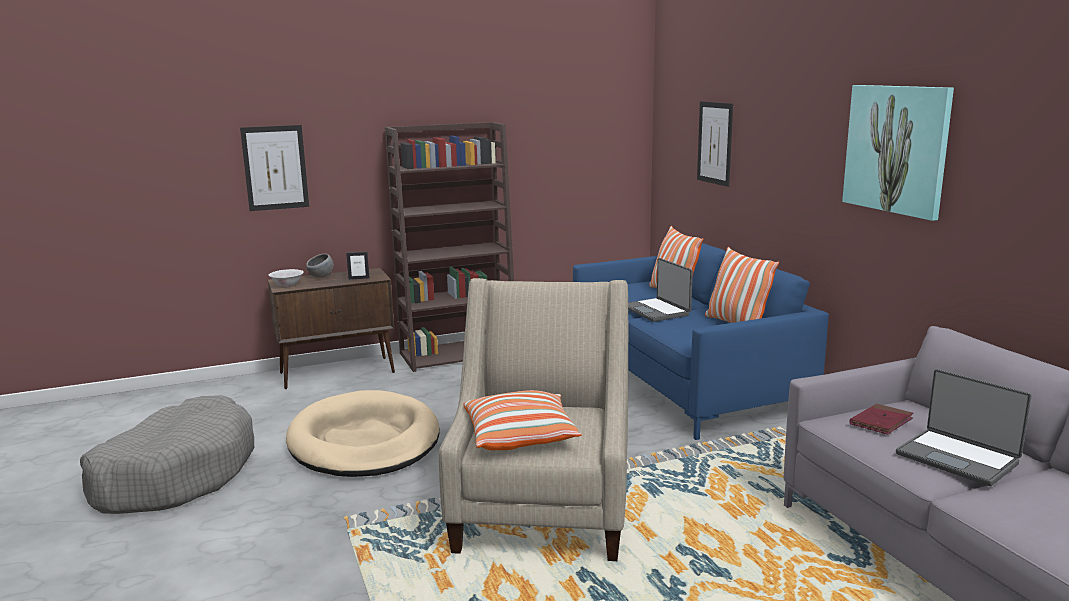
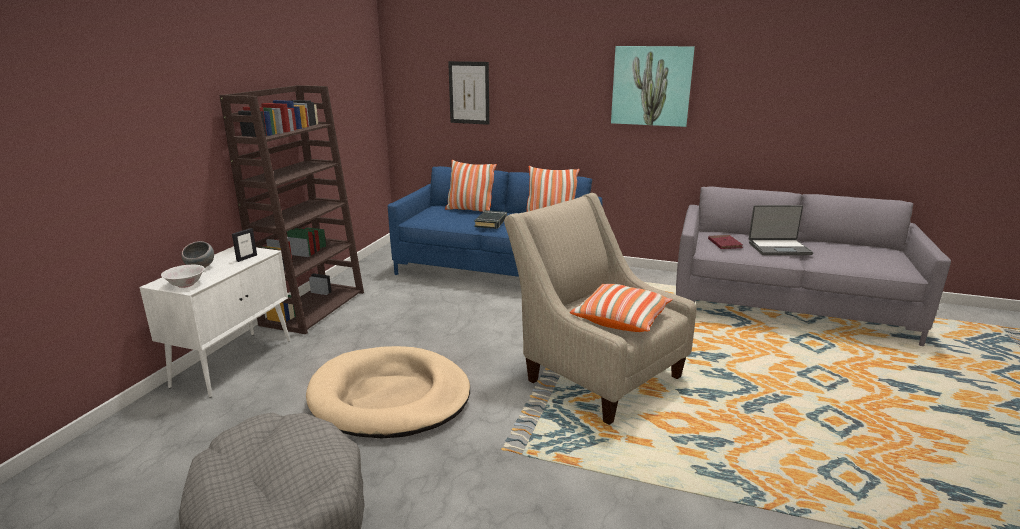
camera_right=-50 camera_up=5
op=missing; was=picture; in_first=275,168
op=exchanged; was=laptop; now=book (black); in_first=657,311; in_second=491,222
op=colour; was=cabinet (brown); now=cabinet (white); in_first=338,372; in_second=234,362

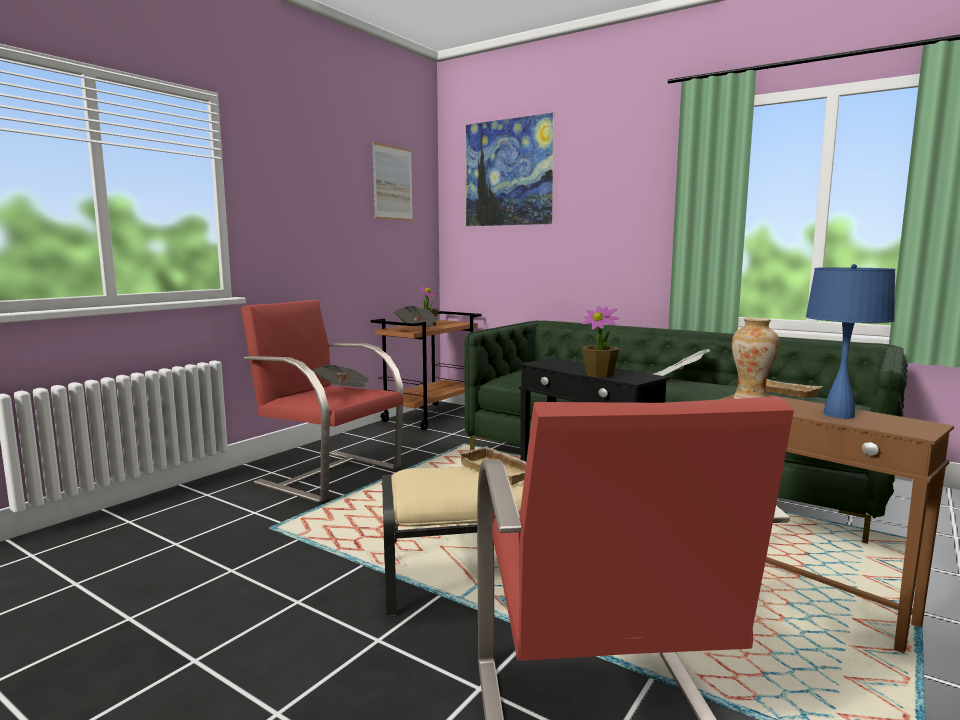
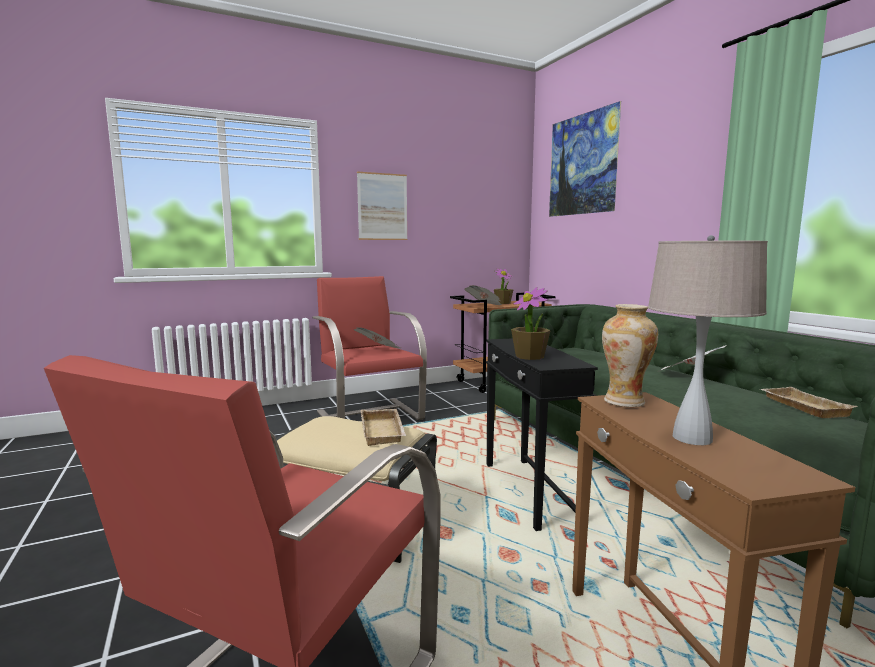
camera_right=30 camera_up=0
op=relocated; was=picture; in_first=392,183; in_second=382,207
op=colour; was=table lamp (blue); now=table lamp (beige); in_first=838,415; in_second=691,438

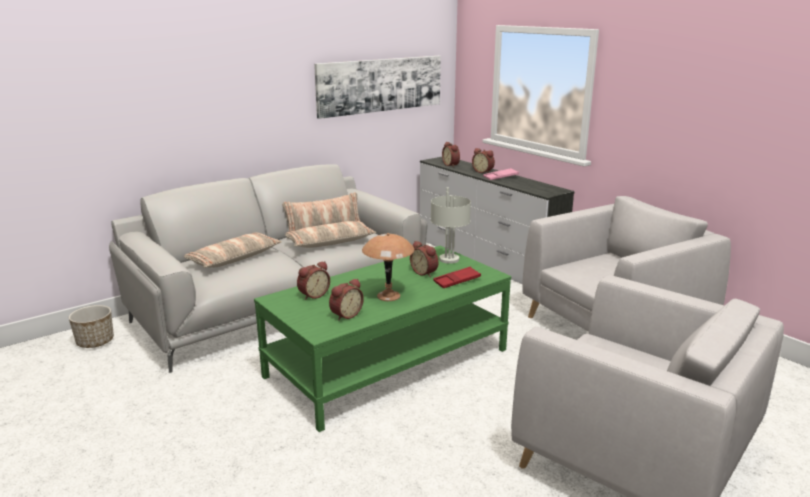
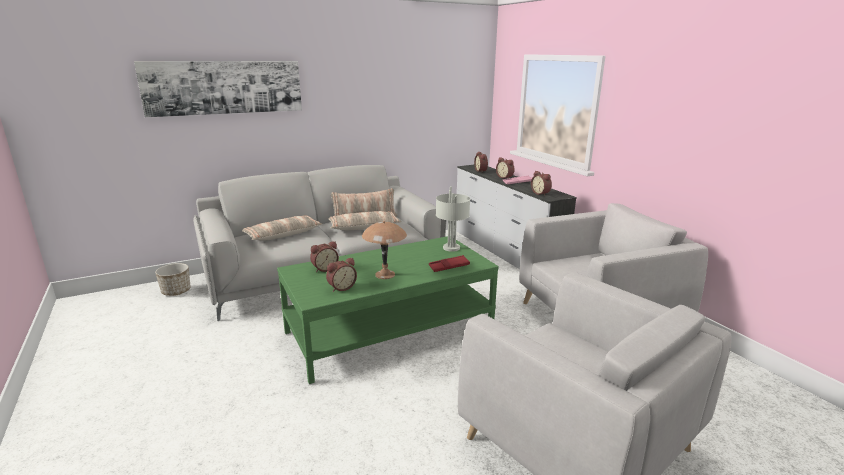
camera_right=10 camera_up=0
op=relocated; was=picture; in_first=380,85; in_second=224,87
op=relocated; was=alarm clock; in_first=425,272; in_second=541,193

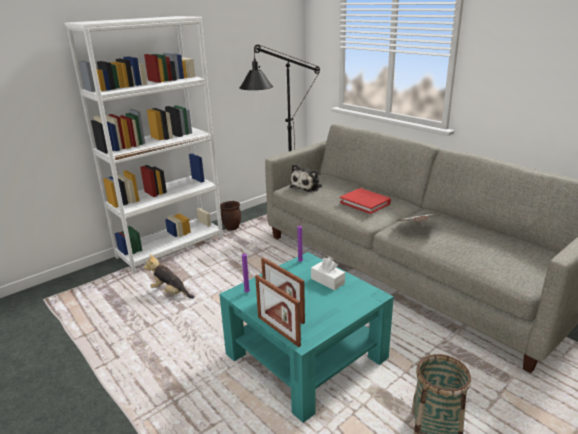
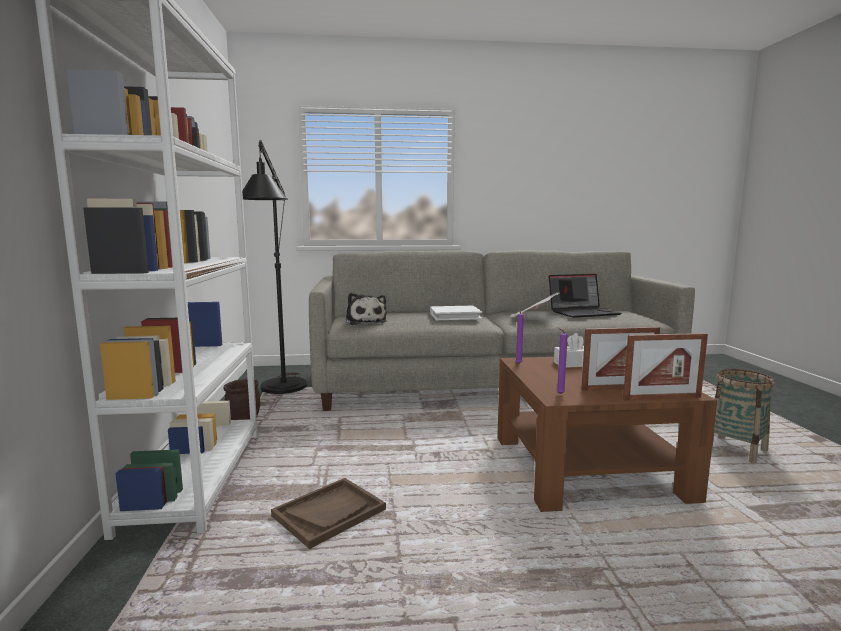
camera_right=-55 camera_up=-15
op=colour; was=book (red); now=book (white); in_first=365,203; in_second=455,316
op=colour; was=coffee table (turquoise); now=coffee table (brown); in_first=306,356; in_second=587,467
op=exchanged; was=plush toy; now=tray (brown); in_first=170,292; in_second=329,513
op=appeared; now=laptop; in_second=583,312

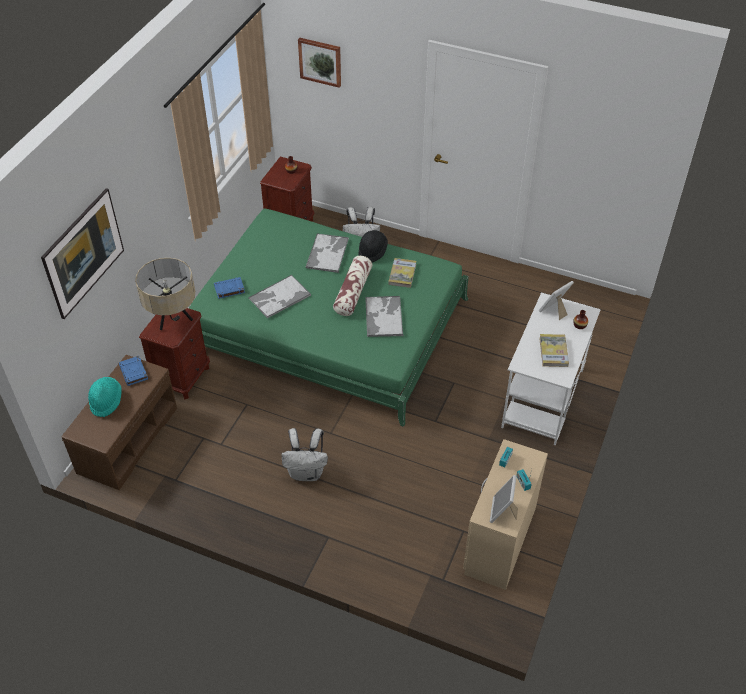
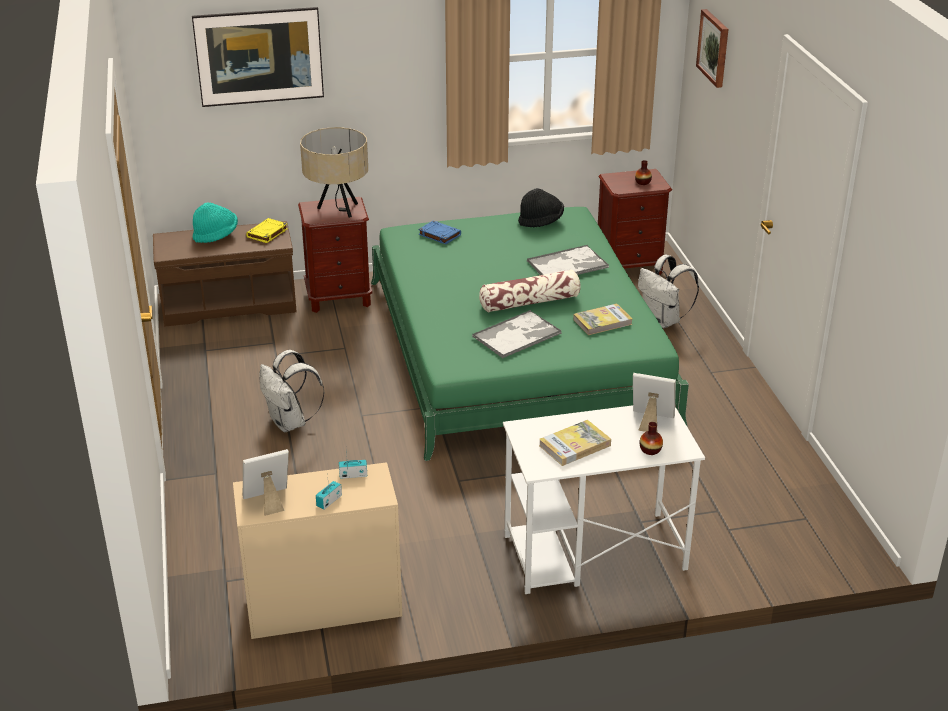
camera_right=55 camera_up=-15
op=relocated; was=hat (black); in_first=372,252; in_second=541,221
op=missing; was=tray; in_first=279,297
op=colour; was=book (blue); now=book (yellow); in_first=134,372; in_second=267,233

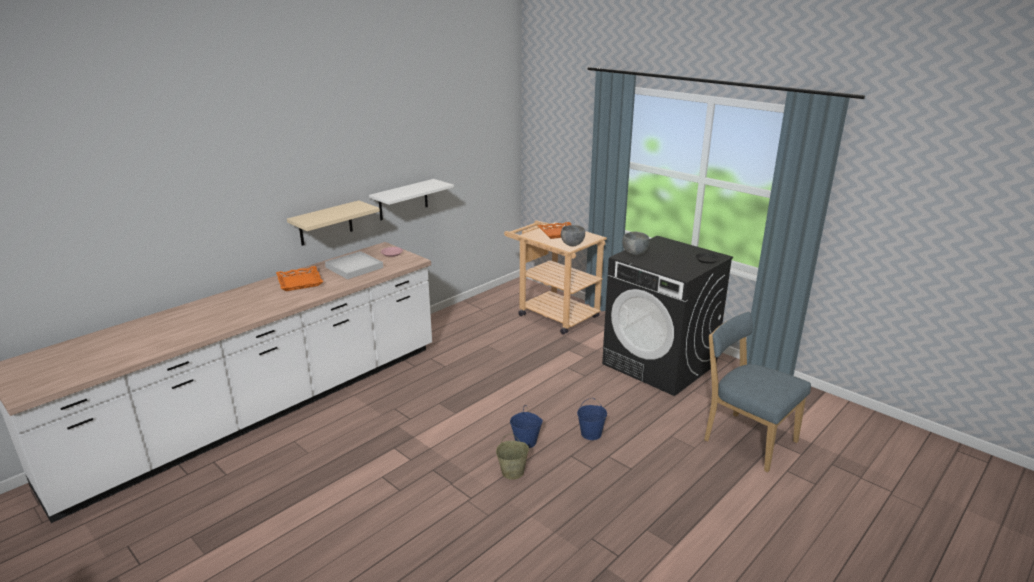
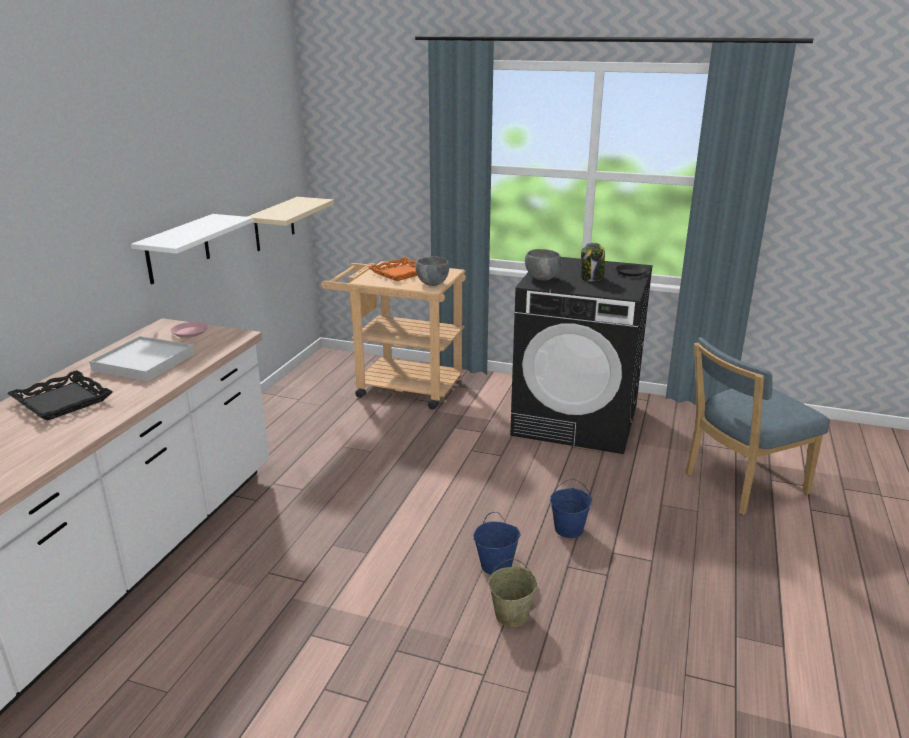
camera_right=-25 camera_up=0
op=relocated; was=shelf (beige); in_first=325,223; in_second=274,224
op=colour; was=tray (orange); now=tray (black); in_first=299,282; in_second=61,401
op=spun; was=chair (blue); in_first=746,439; in_second=740,485; clockwise=-45
op=appeared; now=jar; in_second=592,278

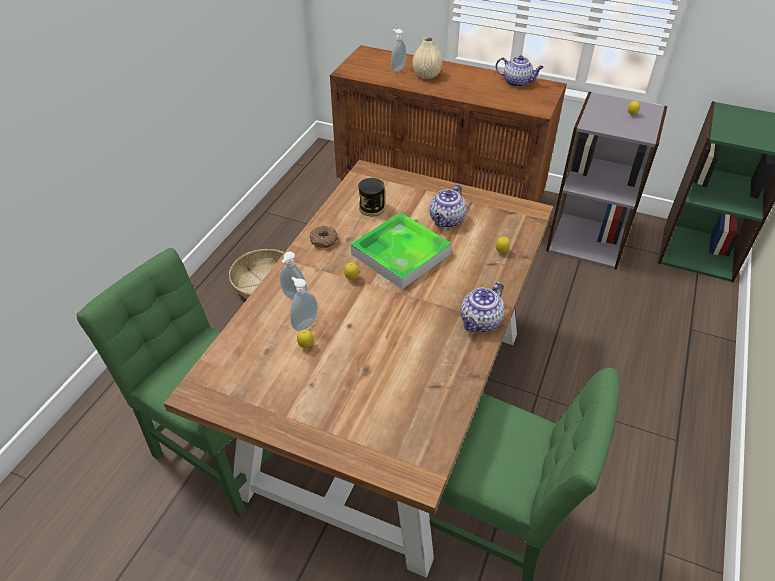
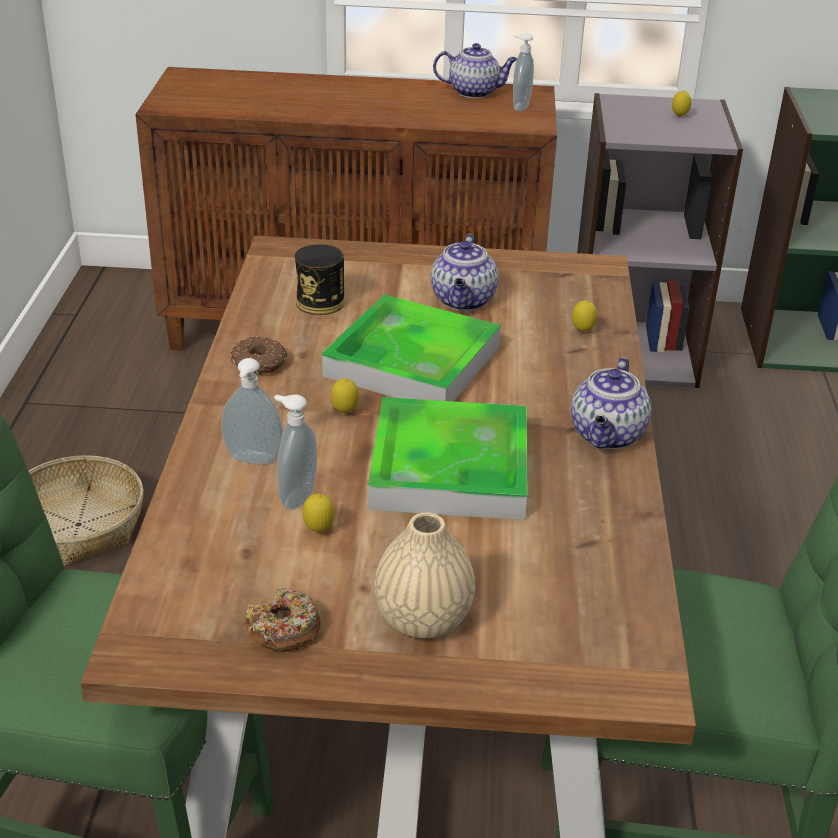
camera_right=-20 camera_up=-10
op=relocated; was=soap dispenser; in_first=397,68; in_second=519,107
op=relocated; was=vase (beige); in_first=426,75; in_second=423,619
op=appeared; now=tray; in_second=449,467
op=appeared; now=donut; in_second=283,630

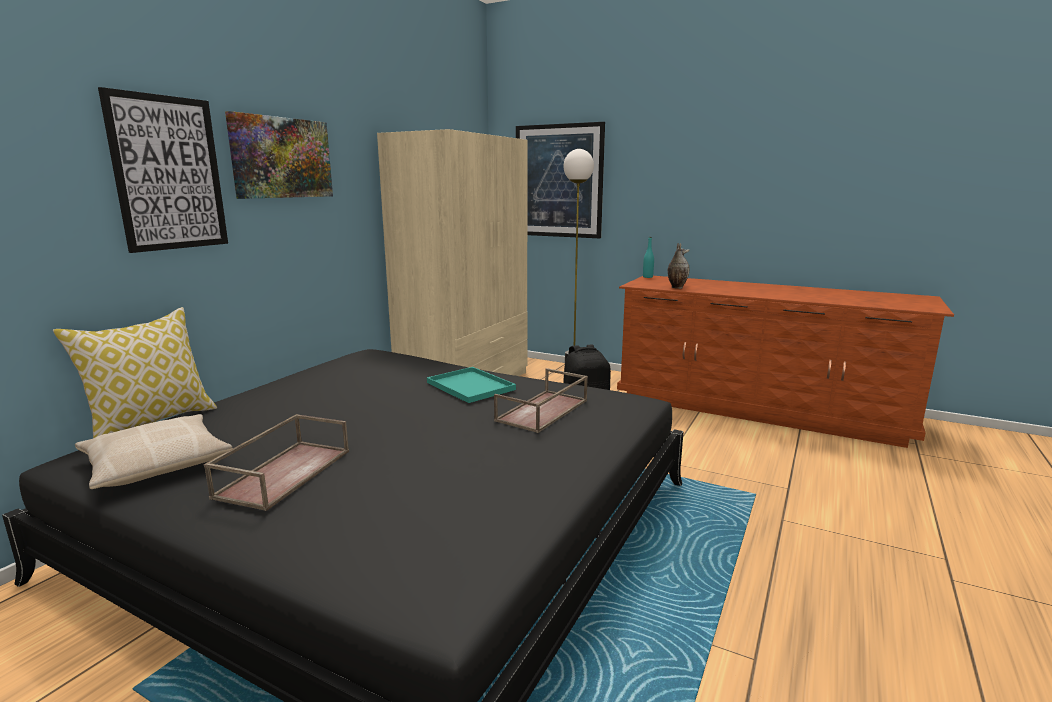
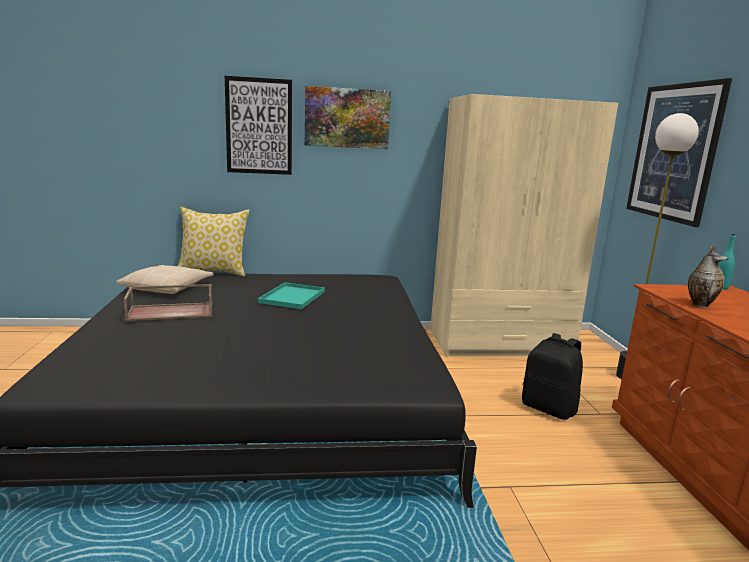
camera_right=55 camera_up=0
op=relocated; was=tray (turquoise); in_first=472,386; in_second=292,297
op=missing; was=tray (brown); in_first=543,411

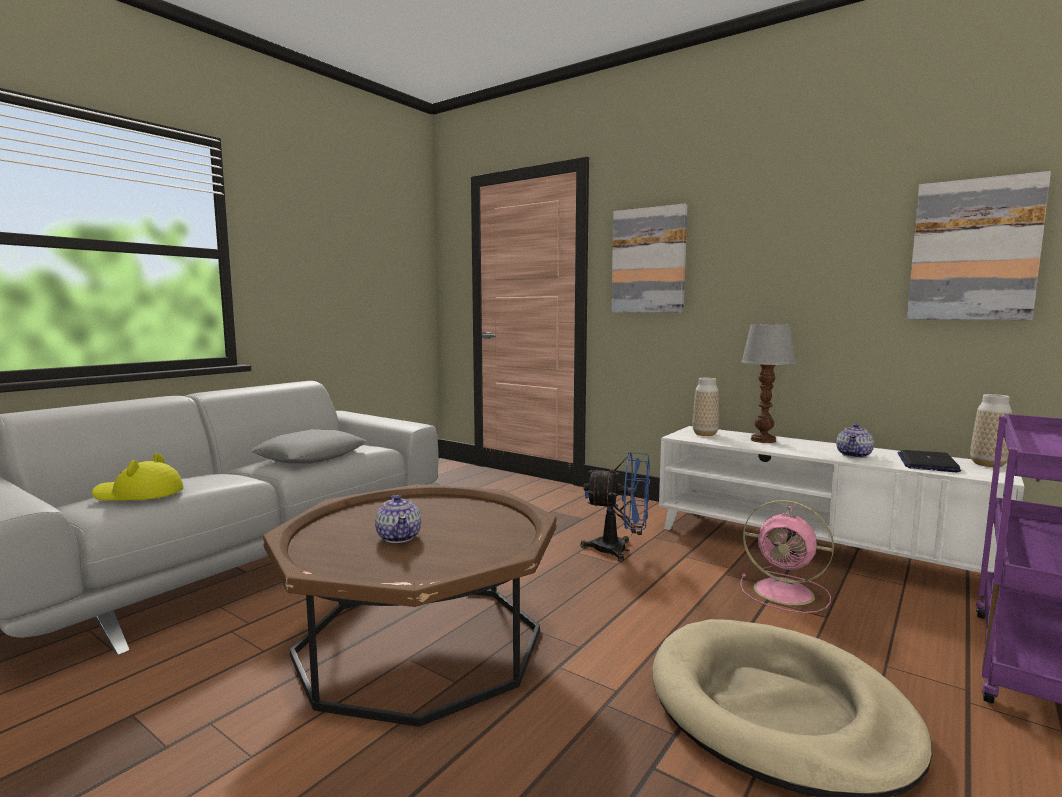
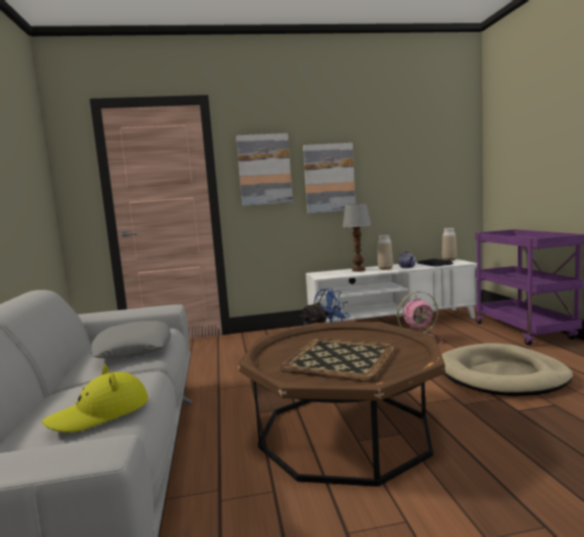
camera_right=-45 camera_up=0
op=relocated; was=picture; in_first=973,250; in_second=329,178
op=relocated; was=vase; in_first=705,434; in_second=385,269
op=exchanged; was=teapot; now=tray; in_first=399,537; in_second=339,358

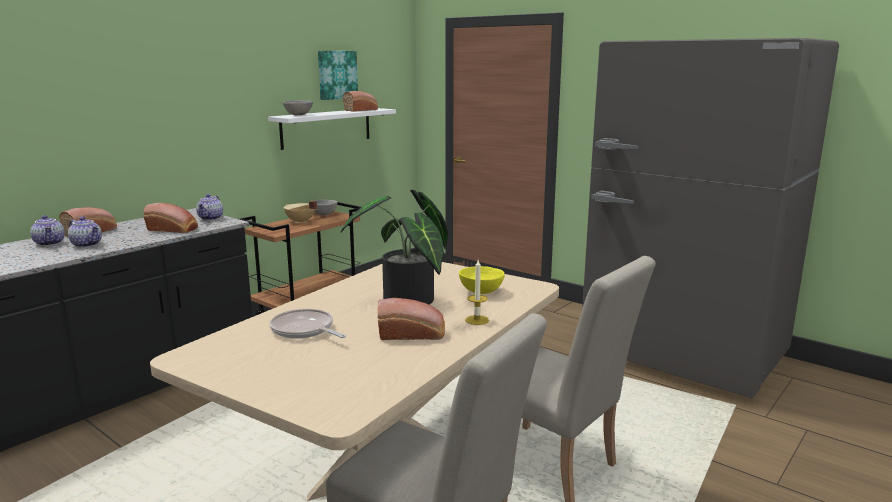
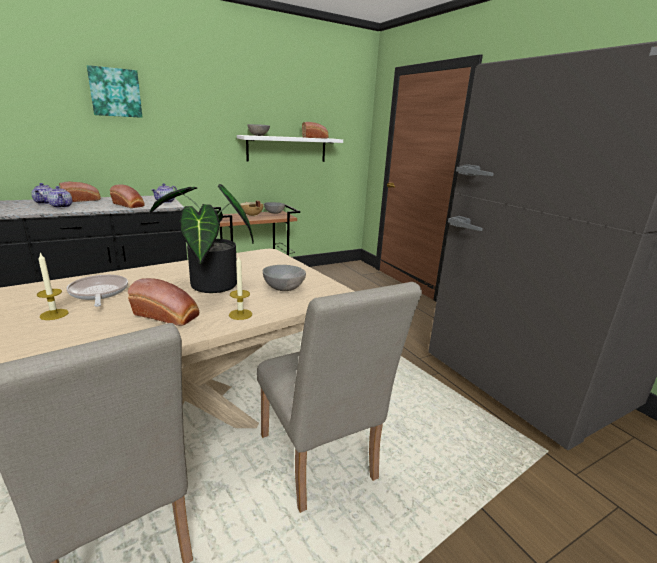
camera_right=20 camera_up=5
op=relocated; was=picture; in_first=336,75; in_second=115,92
op=colour; was=bowl (yellow); now=bowl (grey); in_first=480,292; in_second=283,288
op=appeared; now=candle; in_second=54,314

